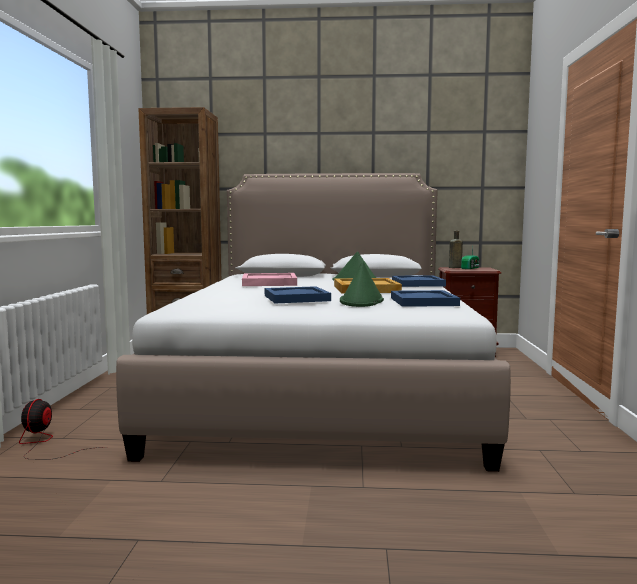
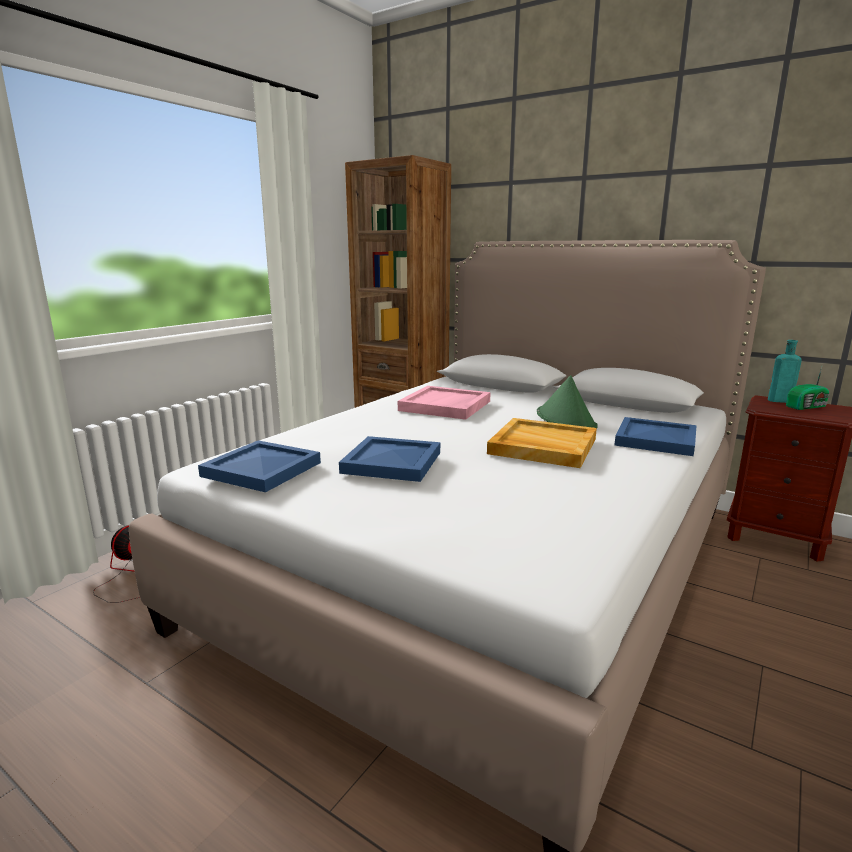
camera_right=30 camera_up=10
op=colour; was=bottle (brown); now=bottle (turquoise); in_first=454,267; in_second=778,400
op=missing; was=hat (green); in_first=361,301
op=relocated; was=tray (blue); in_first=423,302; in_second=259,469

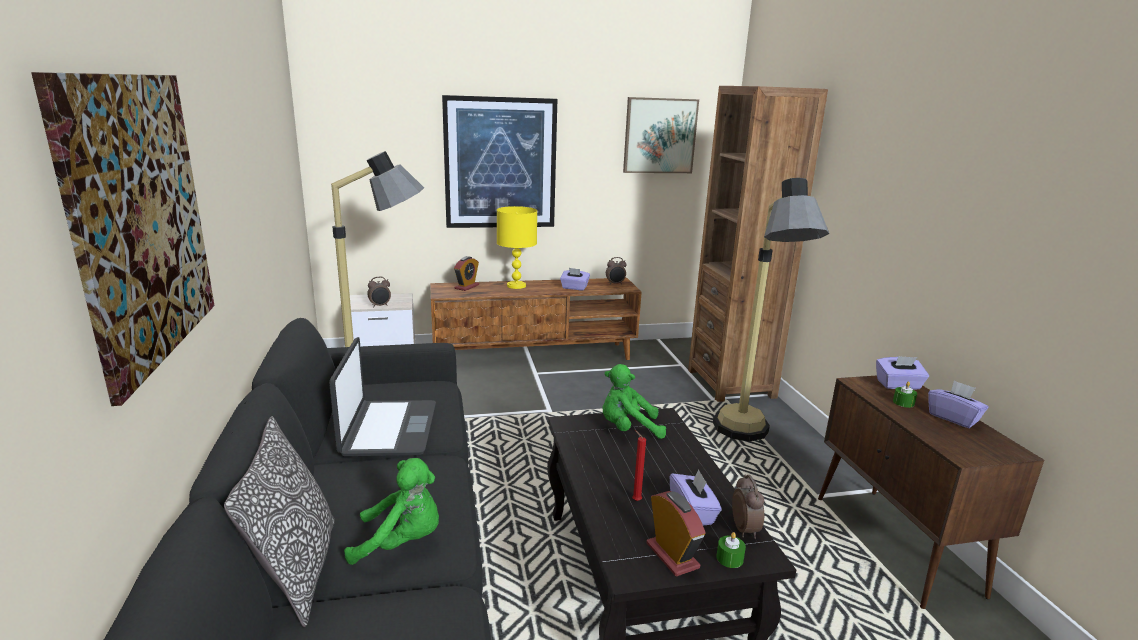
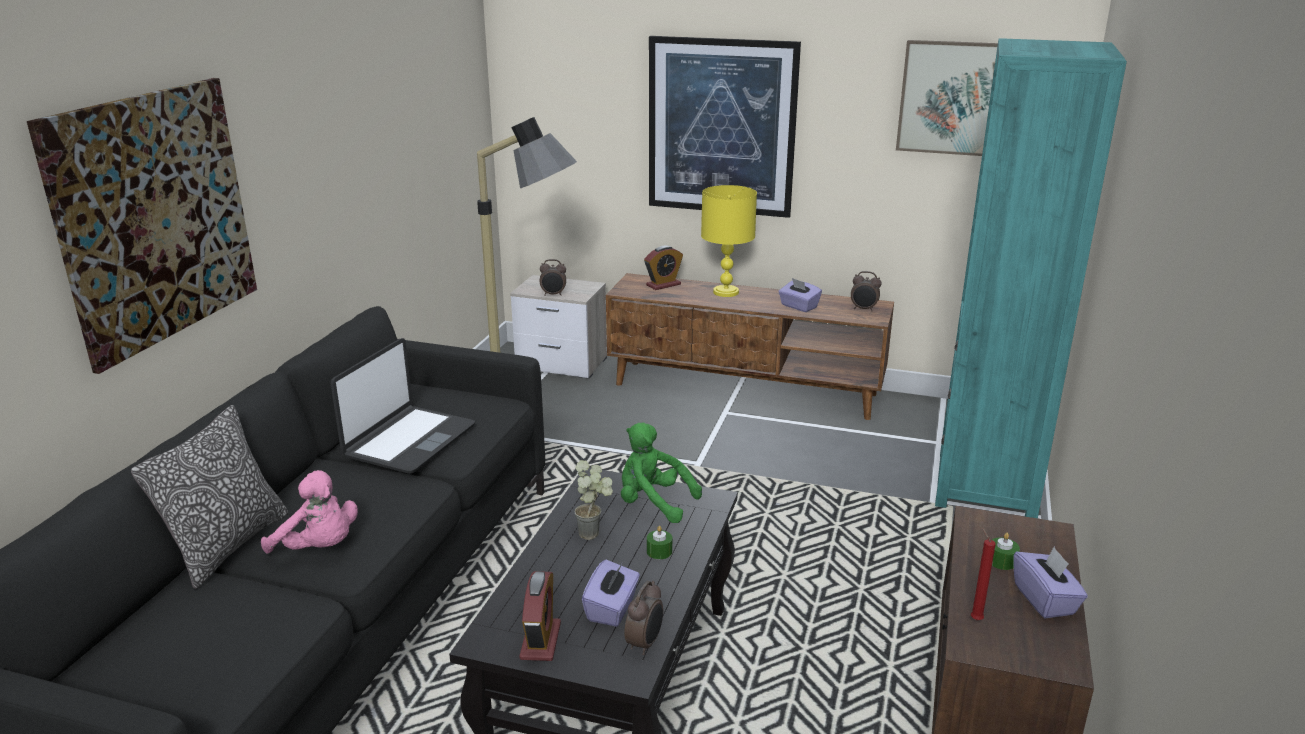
camera_right=30 camera_up=5
op=colour; was=bookcase (brown); now=bookcase (turquoise); in_first=731,383; in_second=986,486
op=missing; was=floor lamp; in_first=748,441
op=missing; was=tissue box (purple); in_first=898,385
op=relocated; was=candle (red); in_first=635,500; in_second=974,619
op=colour; was=plush toy (green); now=plush toy (pink); in_first=402,542; in_second=319,548
op=relocated; was=candle (green); in_first=729,558; in_second=659,551
op=appeared; now=potted plant; in_second=595,533

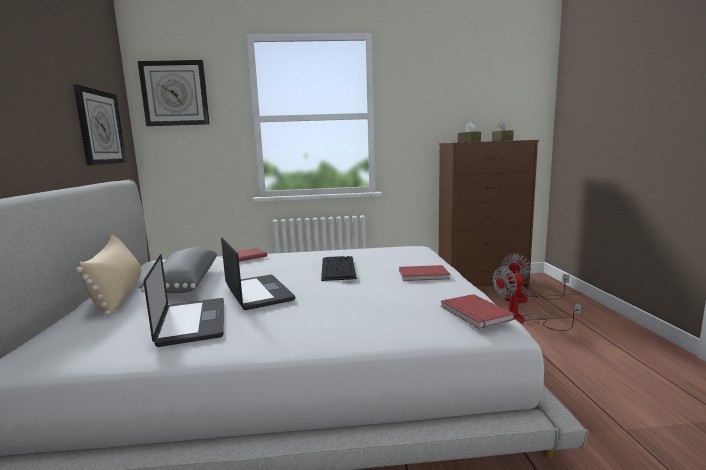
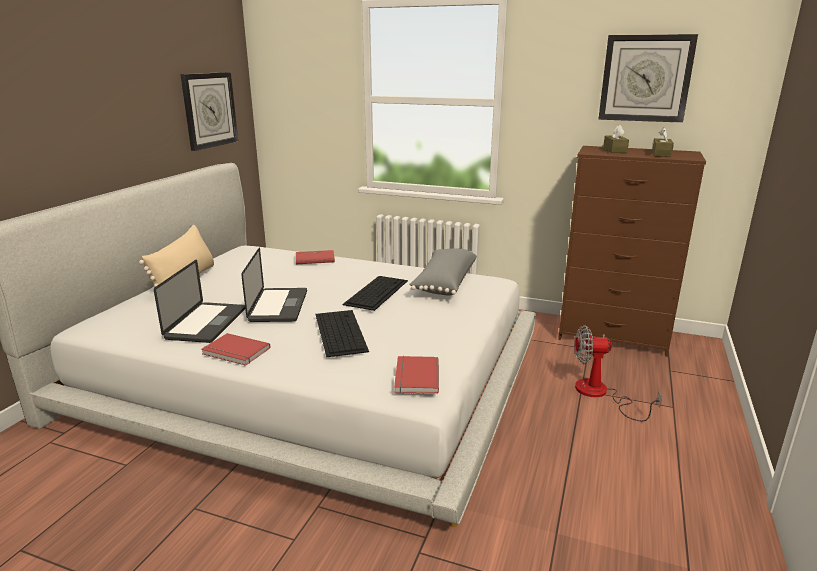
camera_right=25 camera_up=10
op=relocated; was=wall clock; in_first=175,93; in_second=645,78
op=relocated; was=pillow (grey); in_first=183,283; in_second=443,283
op=missing; was=fan; in_first=524,298
op=relocated; was=book (red); in_first=424,275; in_second=235,352
op=appeared; now=keyboard; in_second=339,331

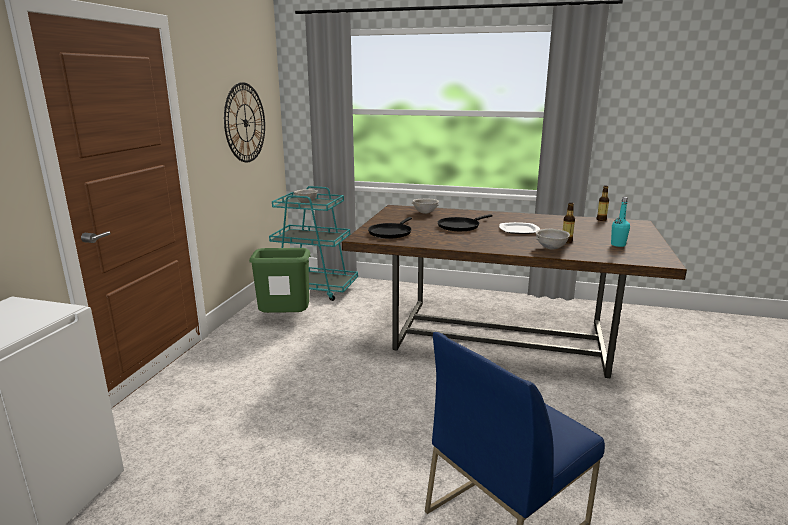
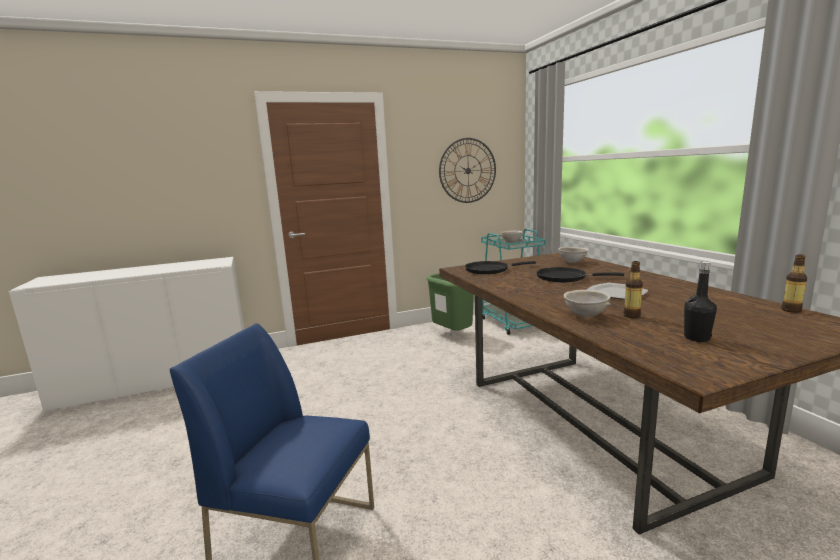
camera_right=55 camera_up=-5
op=colour; was=bottle (turquoise); now=bottle (black); in_first=618,245; in_second=696,338

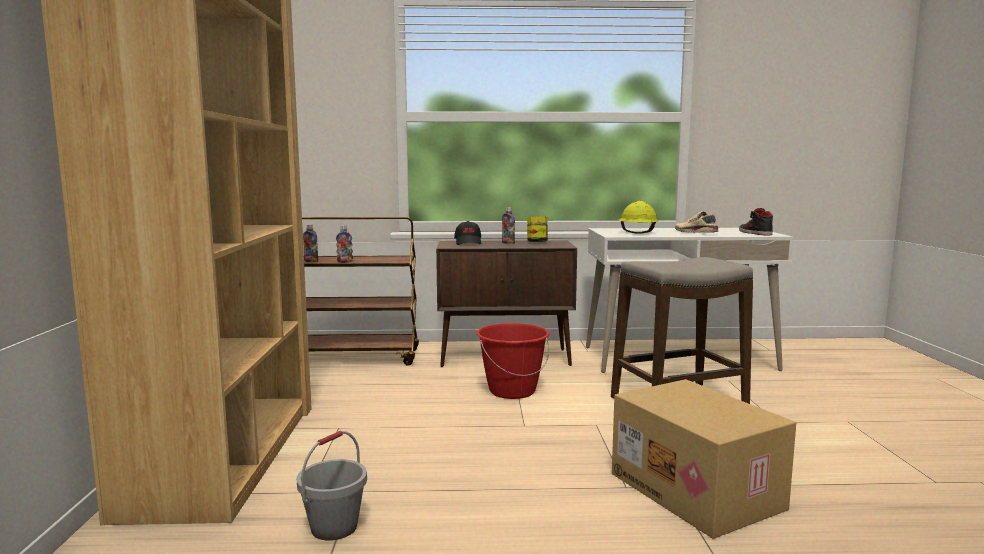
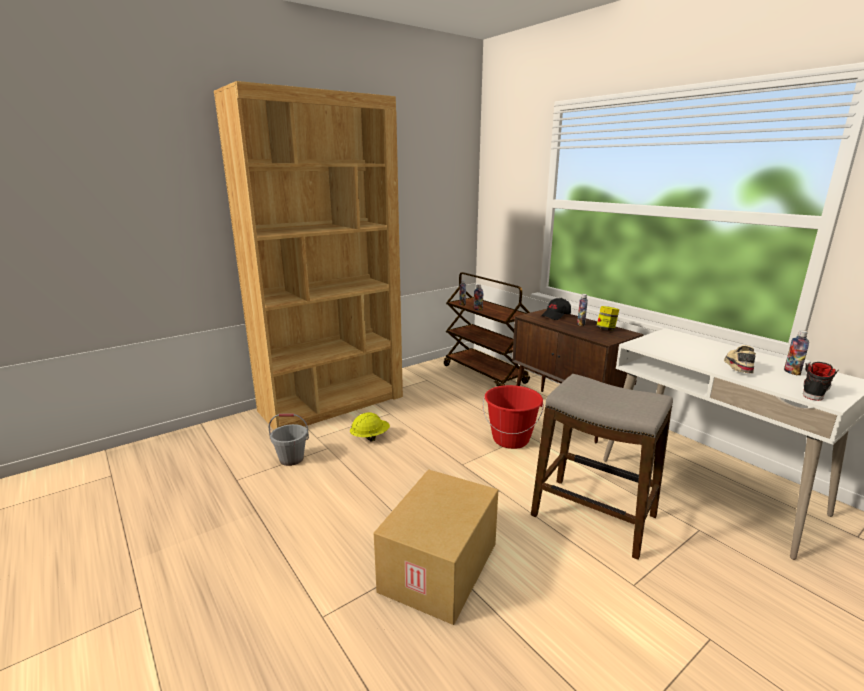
camera_right=55 camera_up=10
op=relocated; was=hard hat (yellow); in_first=637,233; in_second=370,437
op=appeared; now=bottle; in_second=792,372

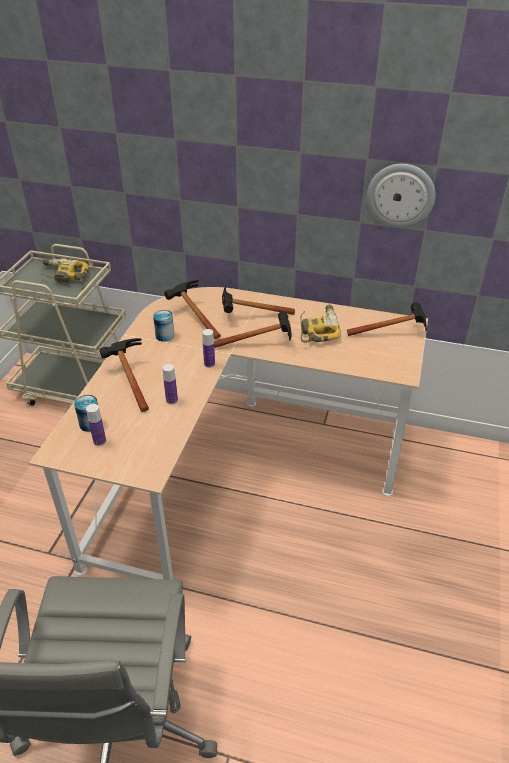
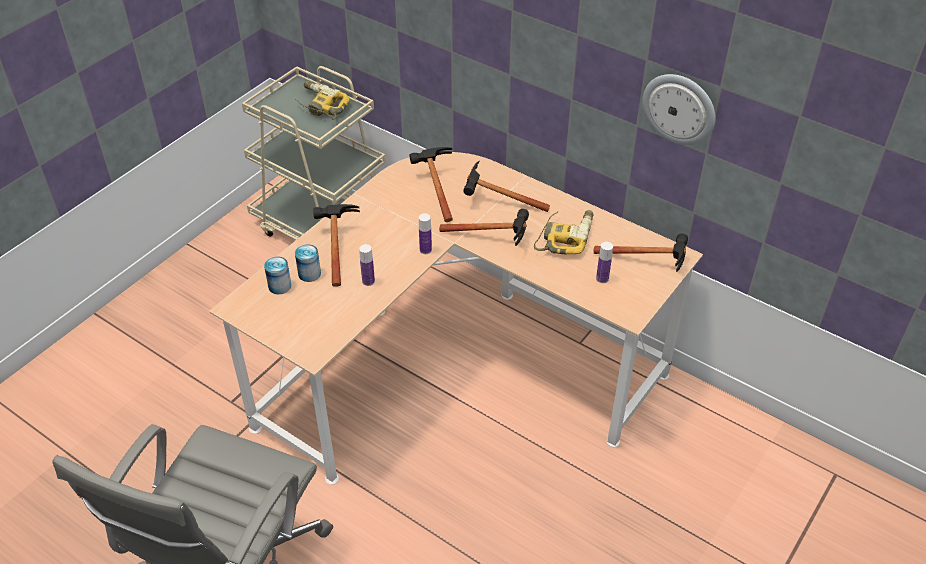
camera_right=20 camera_up=5
op=relocated; was=can; in_first=165,336; in_second=309,273
op=relocated; was=bottle; in_first=99,441; in_second=602,278

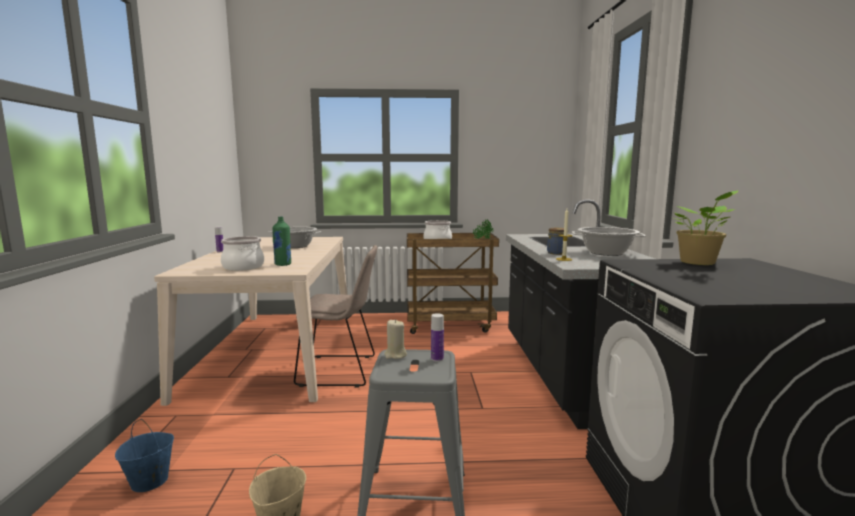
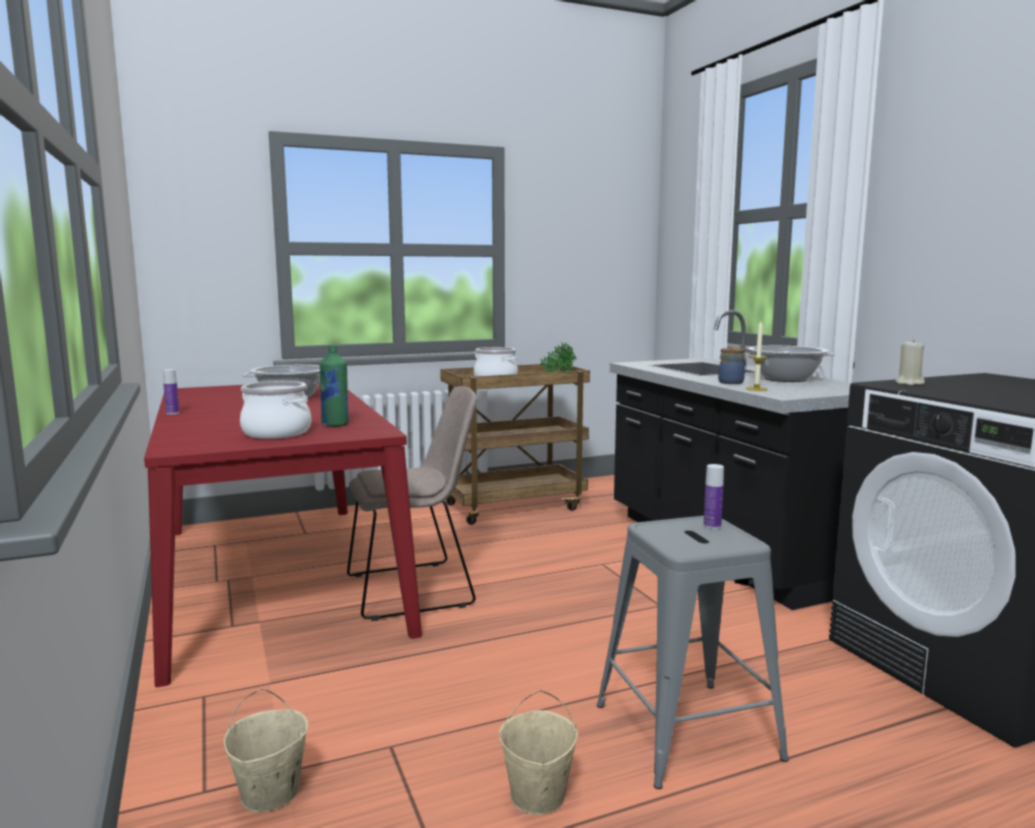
camera_right=-20 camera_up=0
op=missing; was=potted plant; in_first=699,263
op=colour; was=dining table (beige); now=dining table (red); in_first=277,351; in_second=276,576
op=relocated; was=candle (beige); in_first=395,355; in_second=909,383
op=colour; was=bucket (blue); now=bucket (beige); in_first=149,481; in_second=270,794

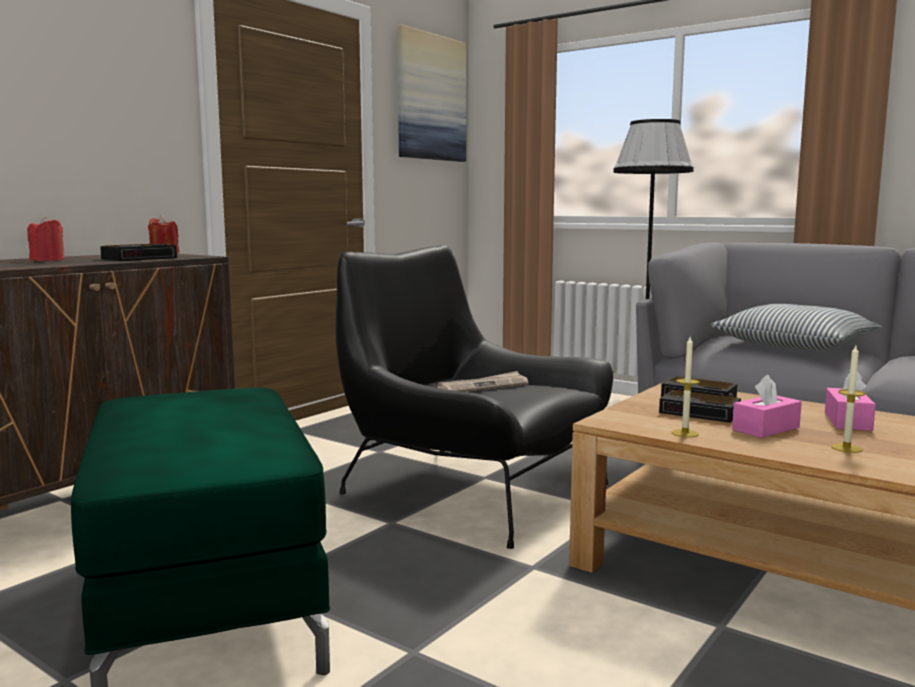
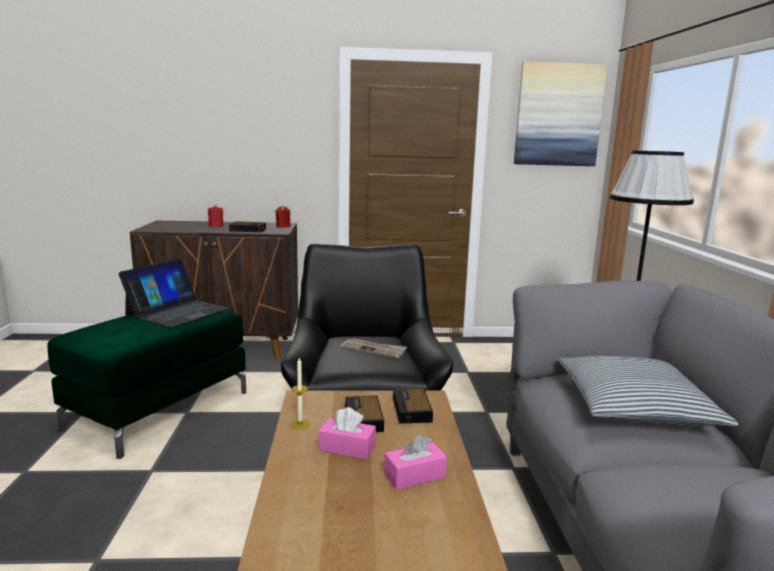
camera_right=50 camera_up=5
op=missing; was=candle; in_first=846,448
op=appeared; now=laptop; in_second=177,311

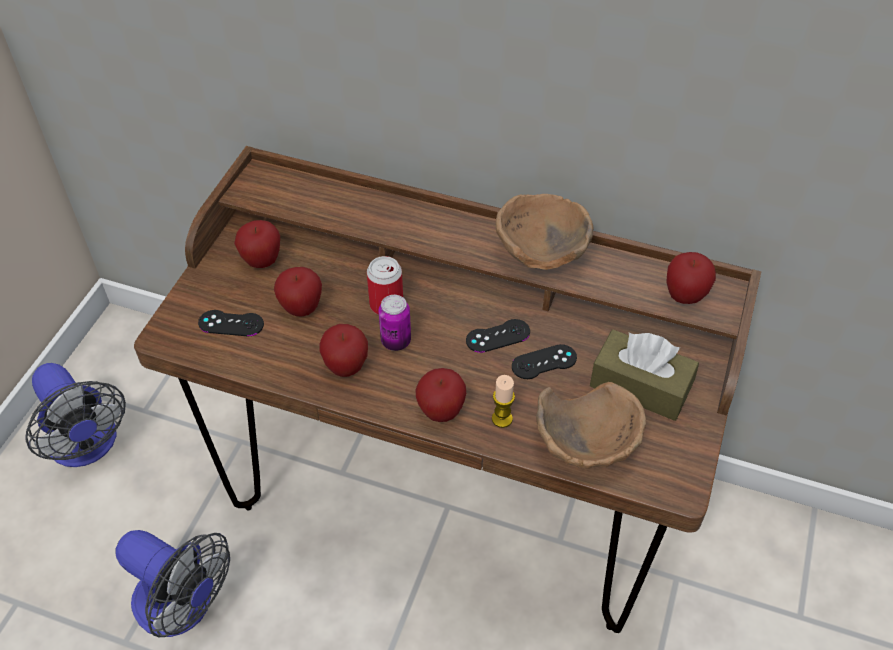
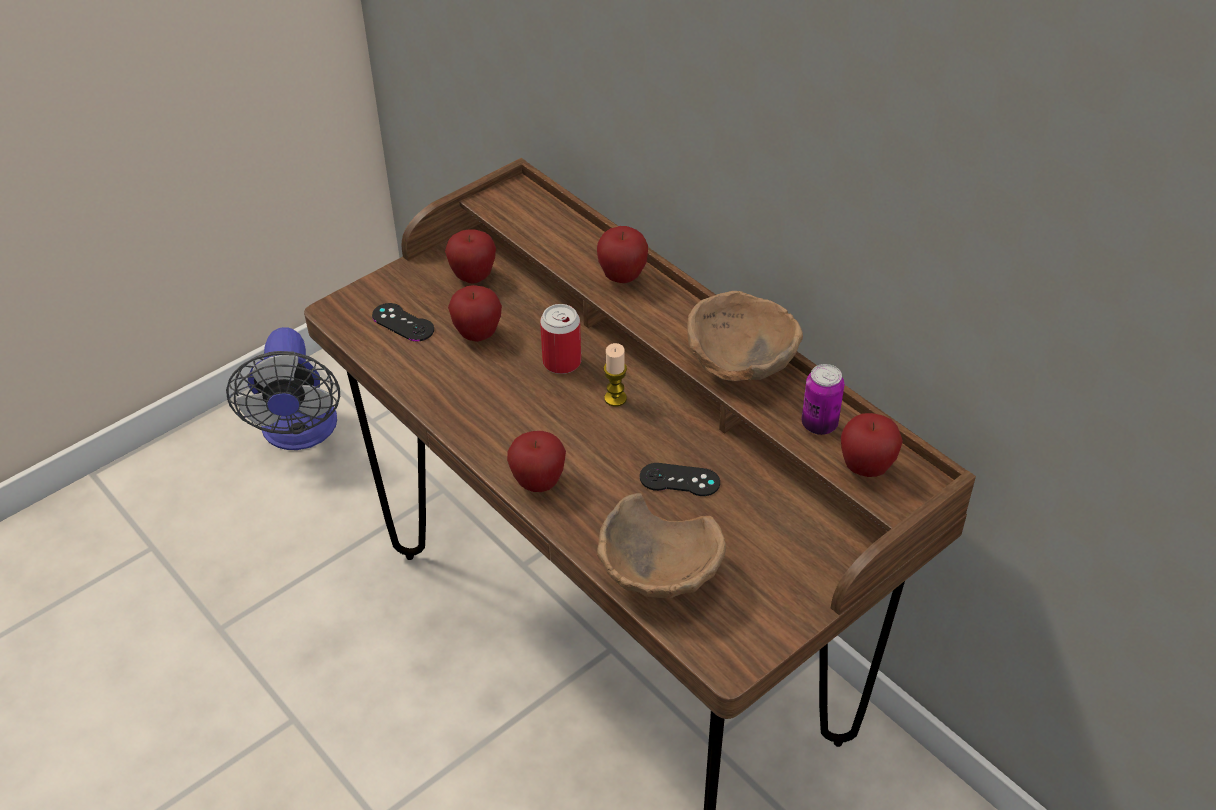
camera_right=30 camera_up=-5
op=relocated; was=can; in_first=396,341; in_second=819,424
op=missing; was=game controller (black); in_first=498,336
op=relocated; was=apple; in_first=346,367; in_second=622,277
op=missing; was=tissue box (brown); in_first=640,386
op=relocated; was=candle; in_first=502,419; in_second=615,398
op=missing; was=fan; in_first=183,607

